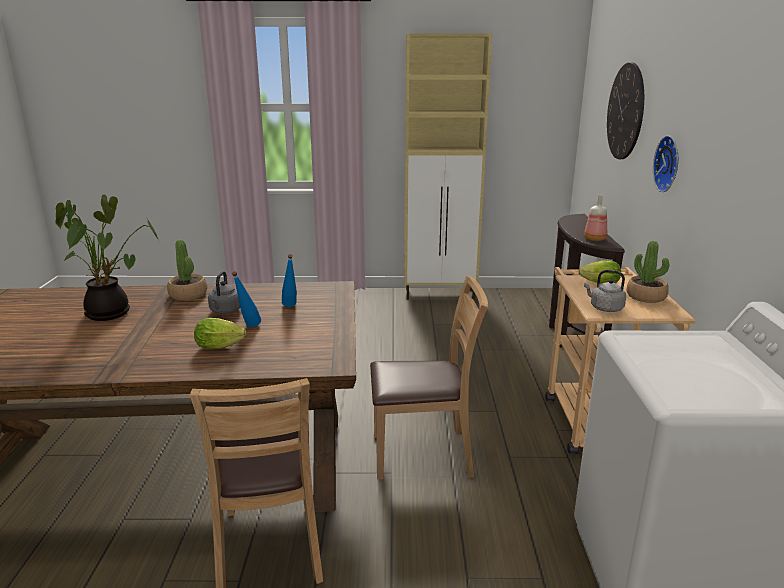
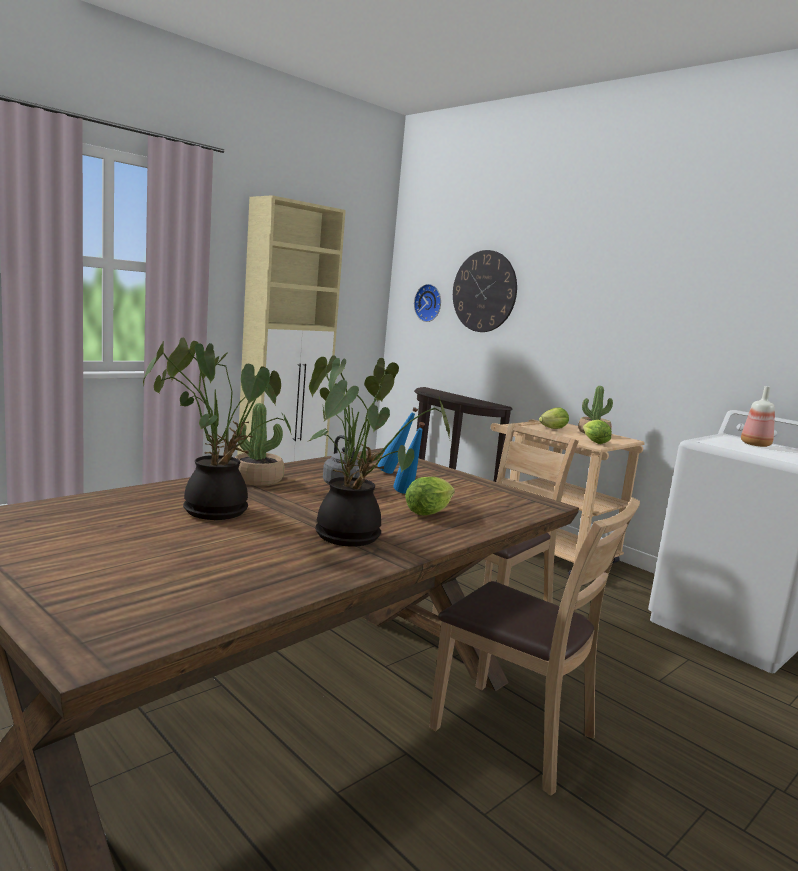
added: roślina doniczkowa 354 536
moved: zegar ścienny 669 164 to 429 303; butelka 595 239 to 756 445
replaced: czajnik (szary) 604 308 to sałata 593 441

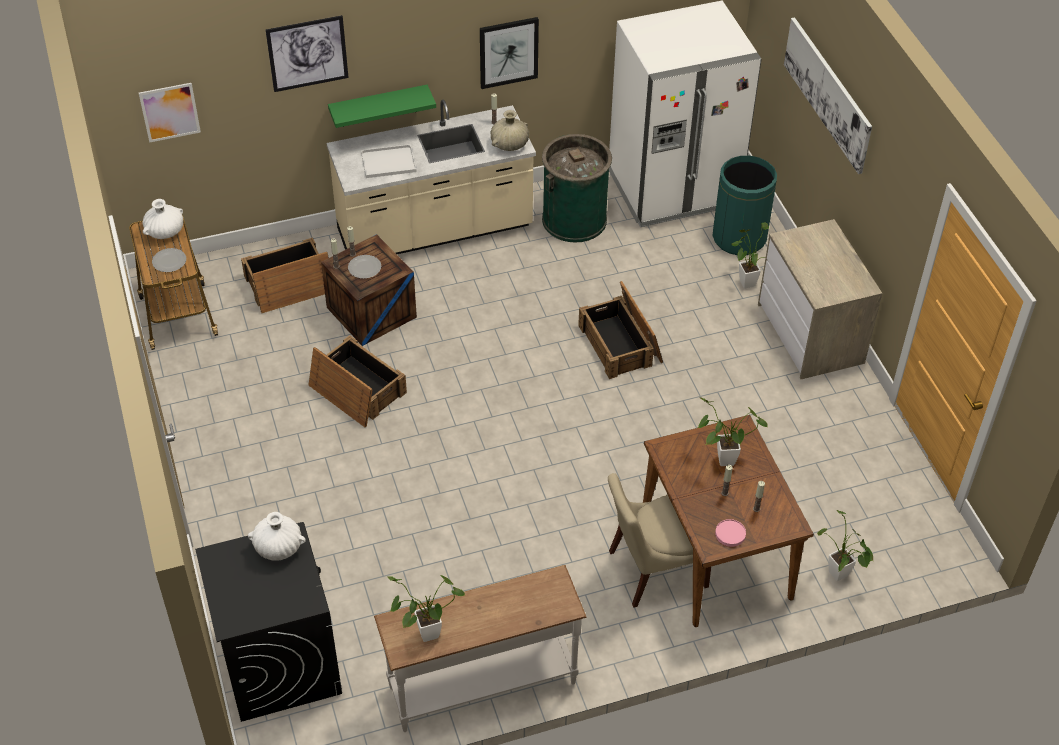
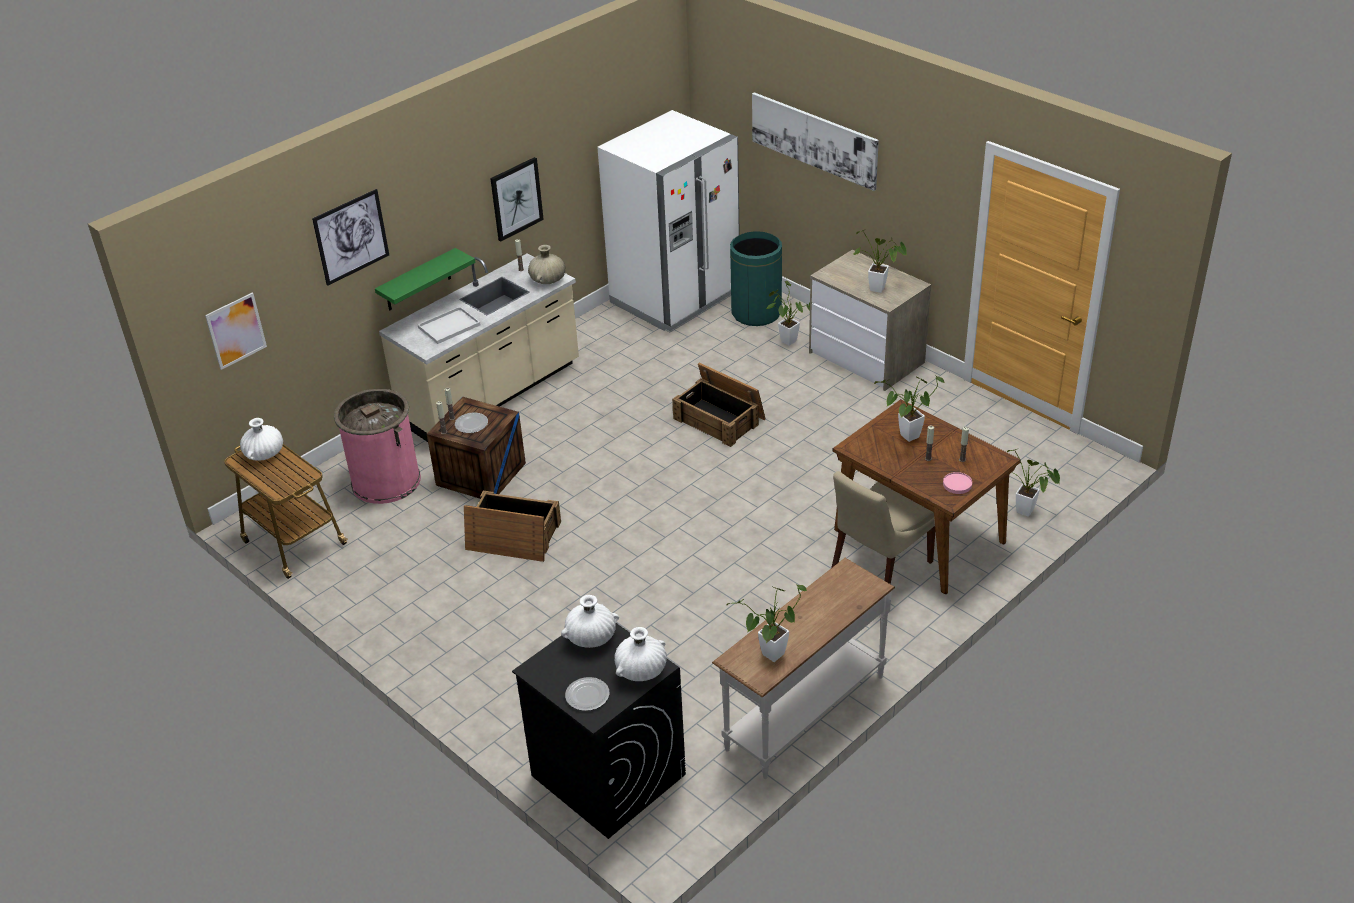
removed: kosz na śmieci (zielony) 574 219
added: roślina doniczkowa 881 290; wazon (biały) 641 670
moved: talerz 169 261 to 587 695
replaced: skrzynka 288 285 to kosz na śmieci (różowy) 386 481

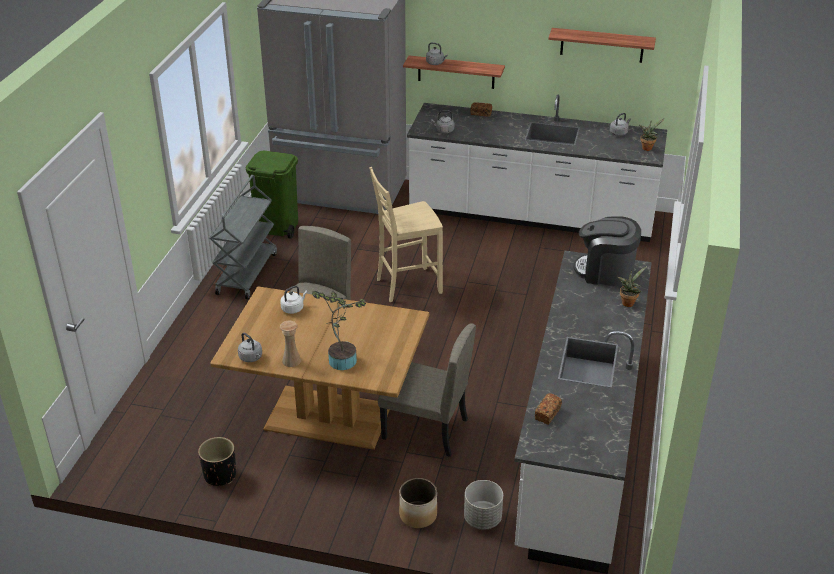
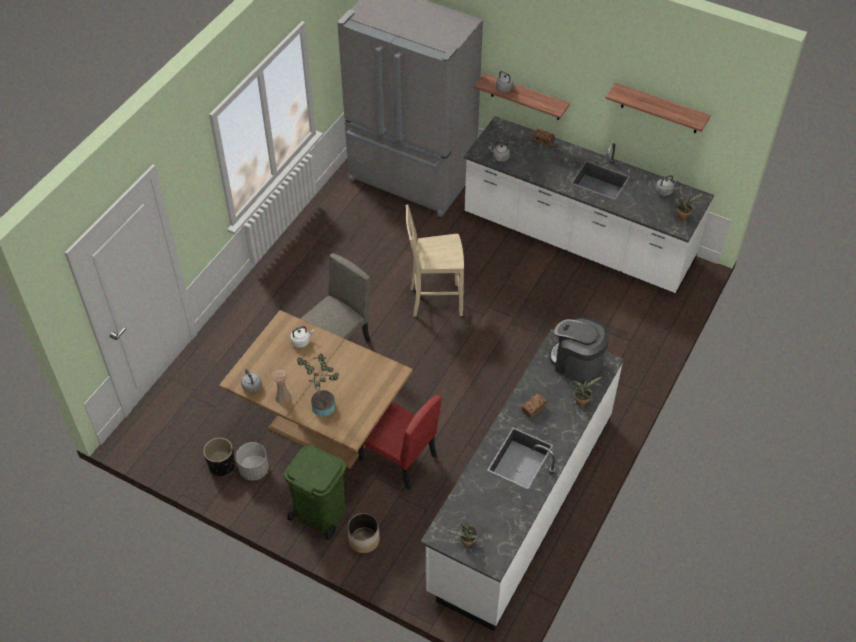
removed: wózek (szary) 246 273
added: roślina doniczkowa 466 542
moved: kosz na śmieci (zielony) 276 227 to 320 514; chleb 547 414 to 533 409; donica (szary) 482 519 to 254 470
recoloured: krzesło (beżowy) 425 429 to krzesło (czerwony) 398 458

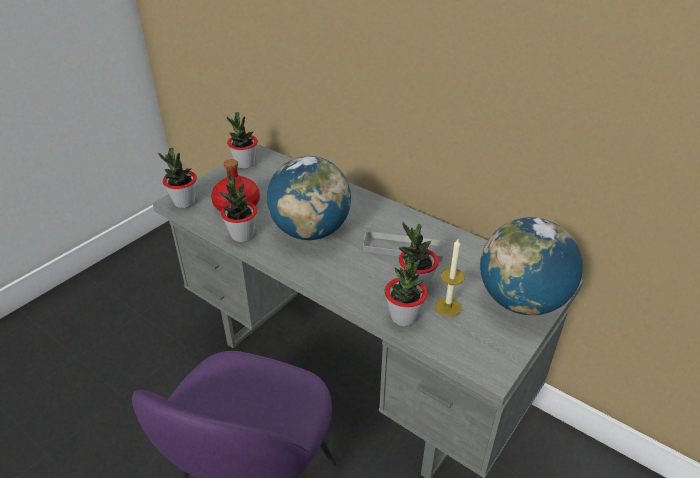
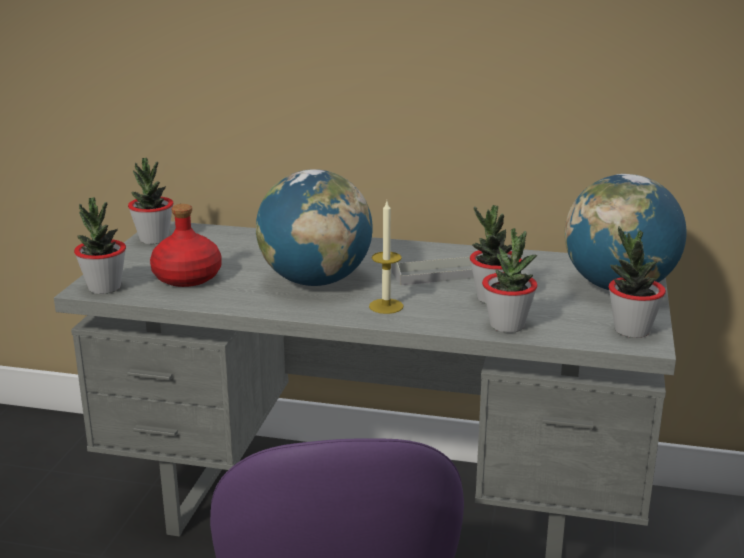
moved: roślina doniczkowa 242 235 to 631 330; świeca 448 306 to 386 306

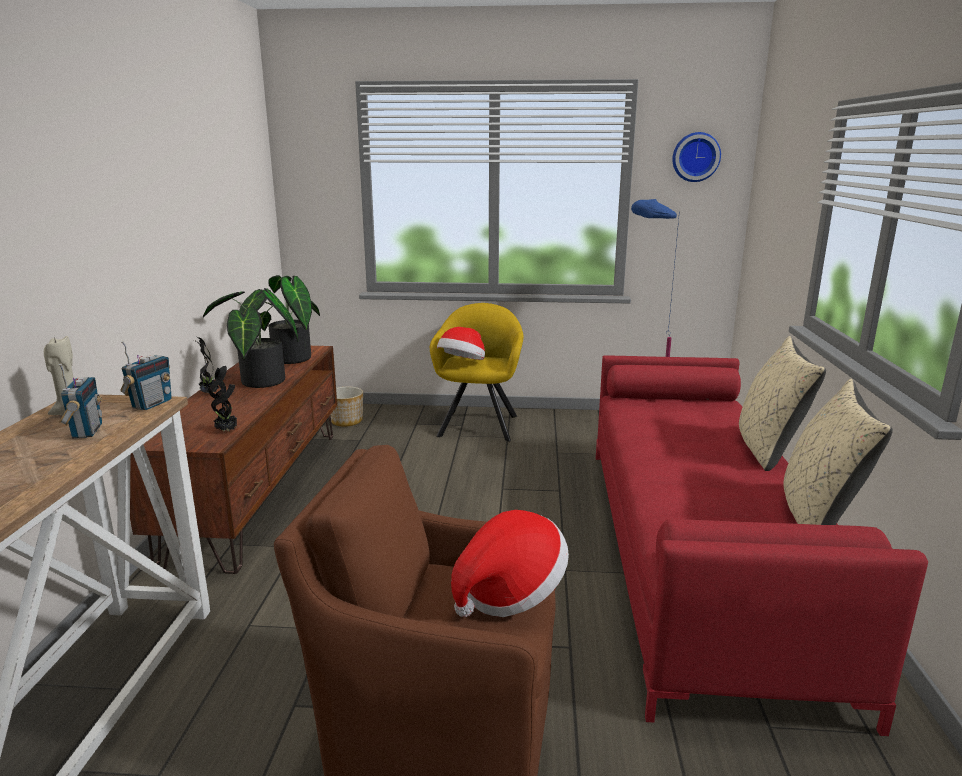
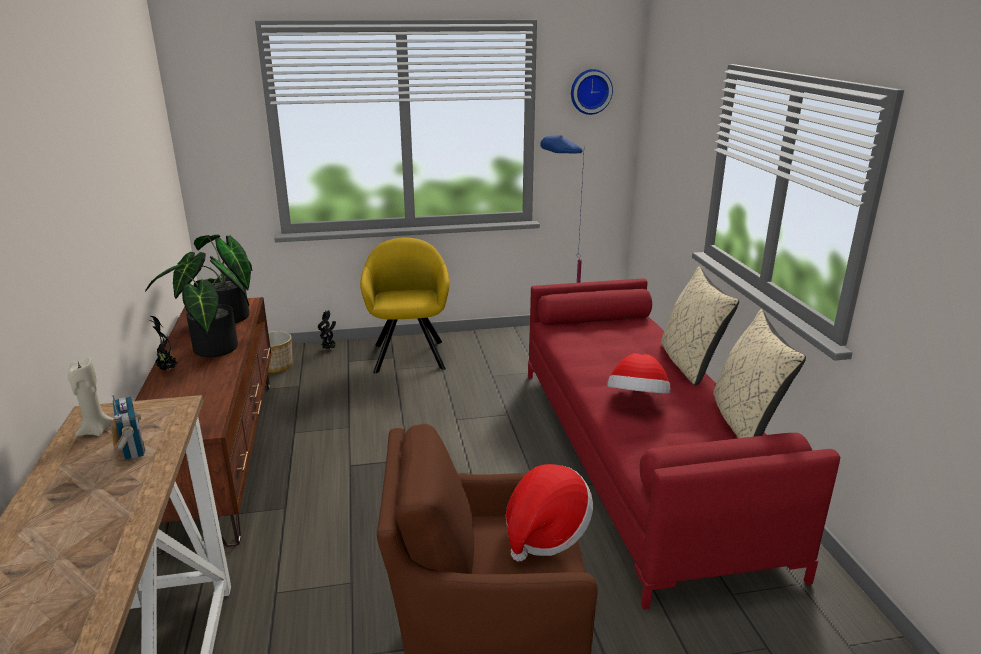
removed: radio 151 404
moved: kapelusz 462 363 to 637 400; roślina doniczkowa 227 431 to 329 349

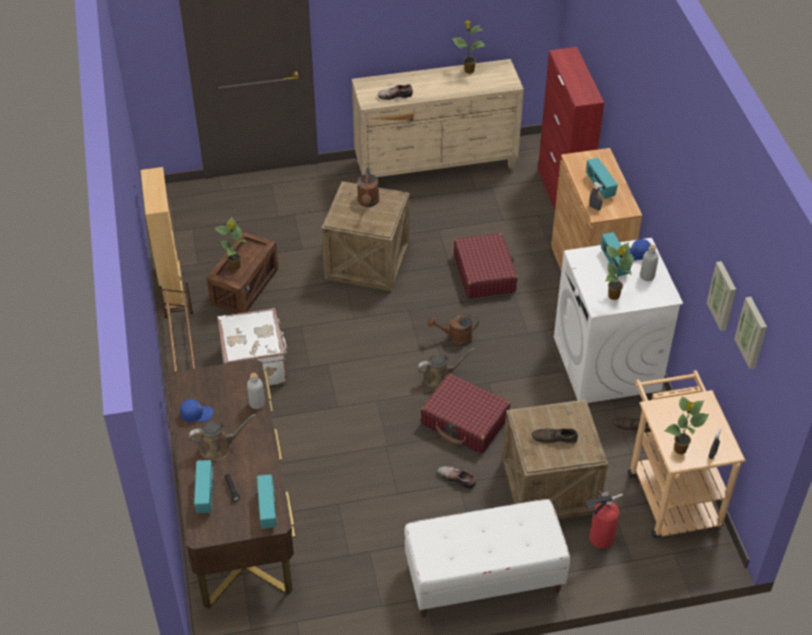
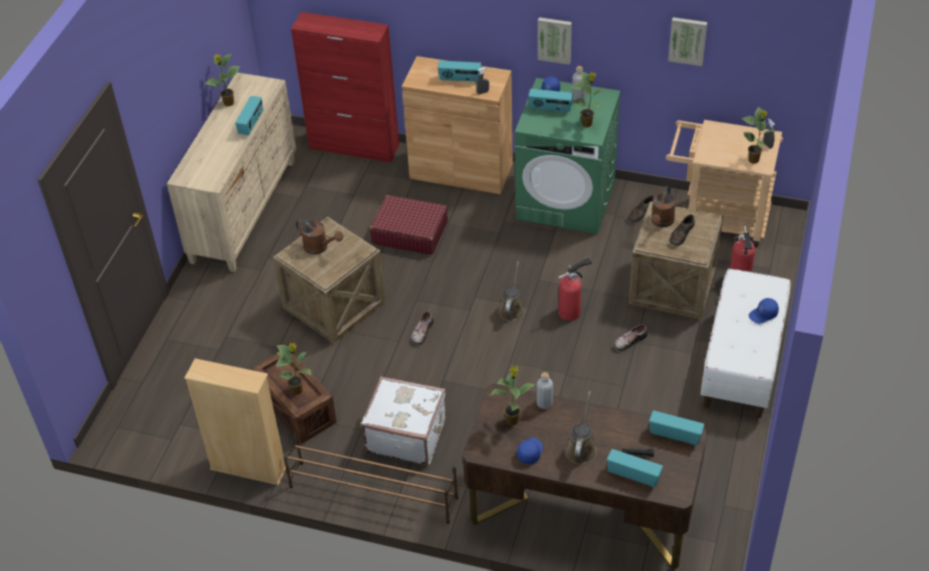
added: radio 251 124; czapka z daszkiem (niebieski) 763 315; roślina doniczkowa 512 419
moved: but 394 95 to 421 331; obraz 753 332 to 555 39; konewka (brązowy) 455 338 to 661 222
replaced: walizka (czerwony) 465 421 to gaśnica 571 311
recoloured: pralka (biały) 607 364 to pralka (zielony) 566 200

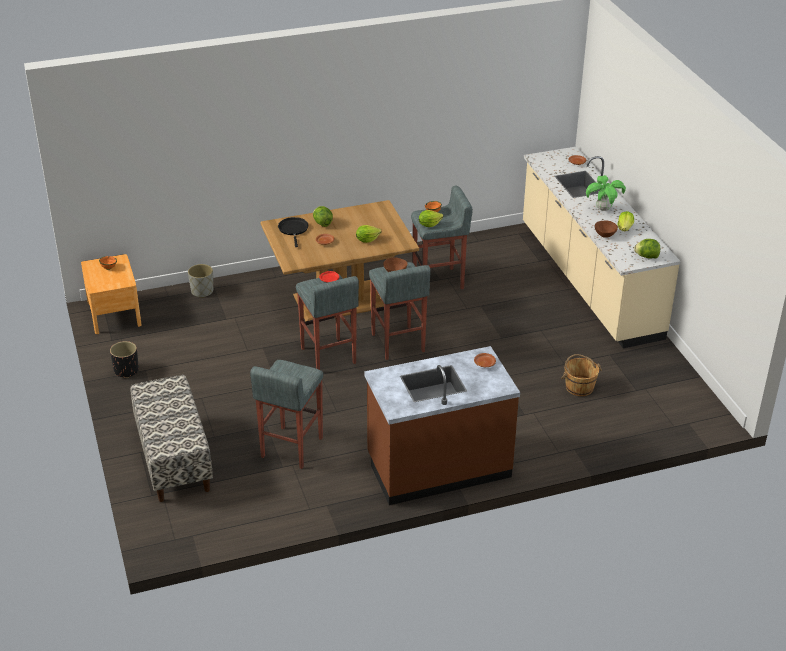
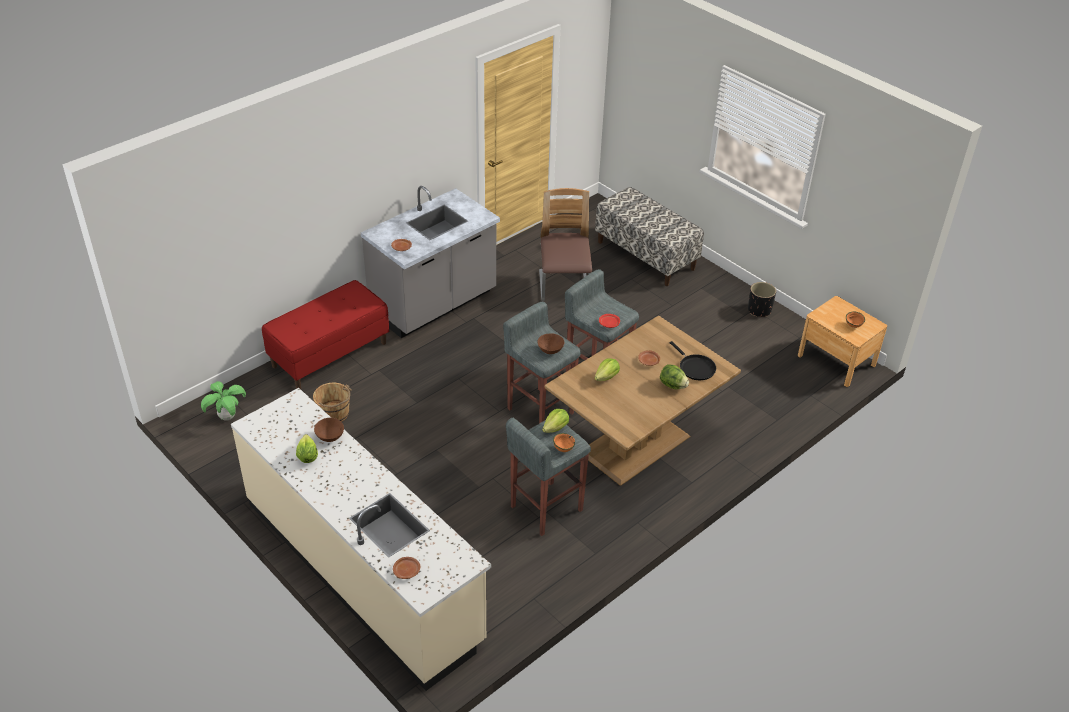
removed: sałata 646 257; donica (szary) 202 291
added: ławka (czerwony) 329 354
moved: roślina doniczkowa 603 209 to 227 417
replaced: stołek (szary) 291 448 to krzesło 563 287
recoloured: zabudowa kuchenna (brązowy) 438 466 to zabudowa kuchenna (szary) 434 304

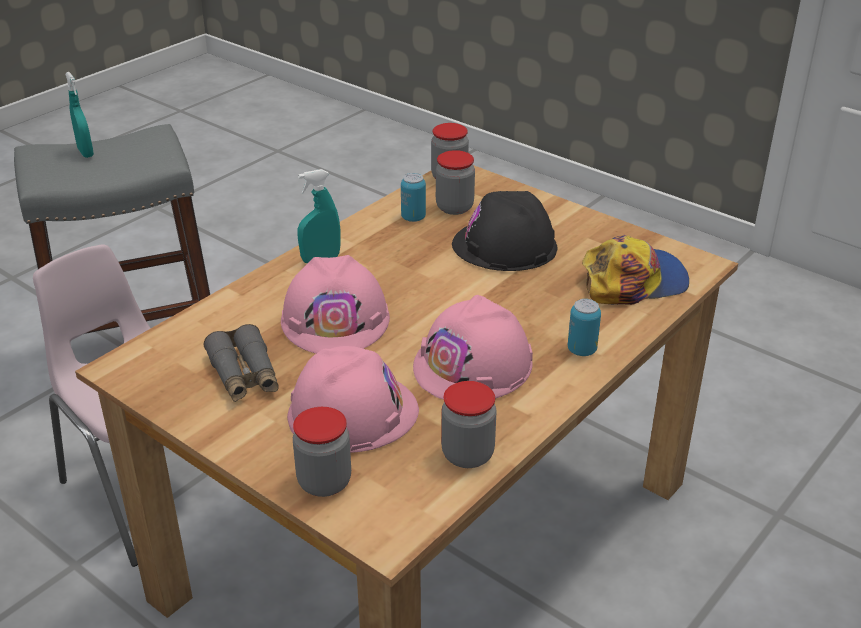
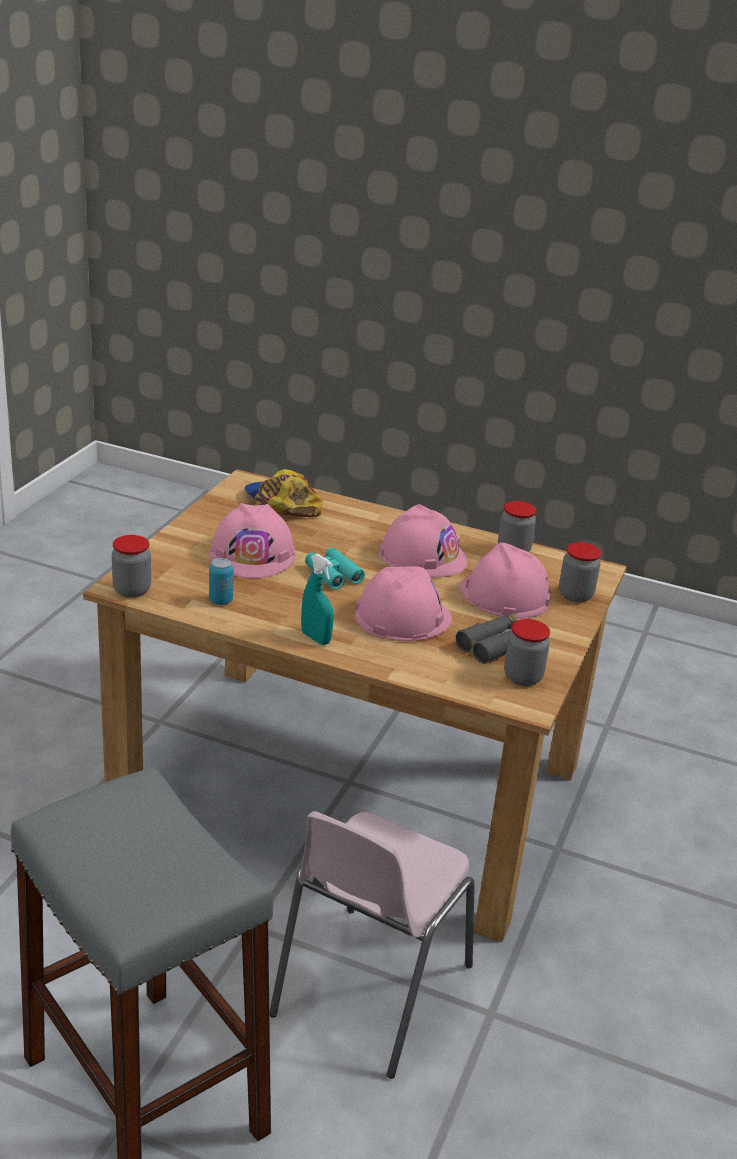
removed: spryskiwacz (turkusowy) 85 152; puszka 581 350
added: lornetka (turkusowy) 333 574
moved: słoik 454 207 to 522 677
recoloured: kask (czarny) 504 246 to kask (różowy) 253 554

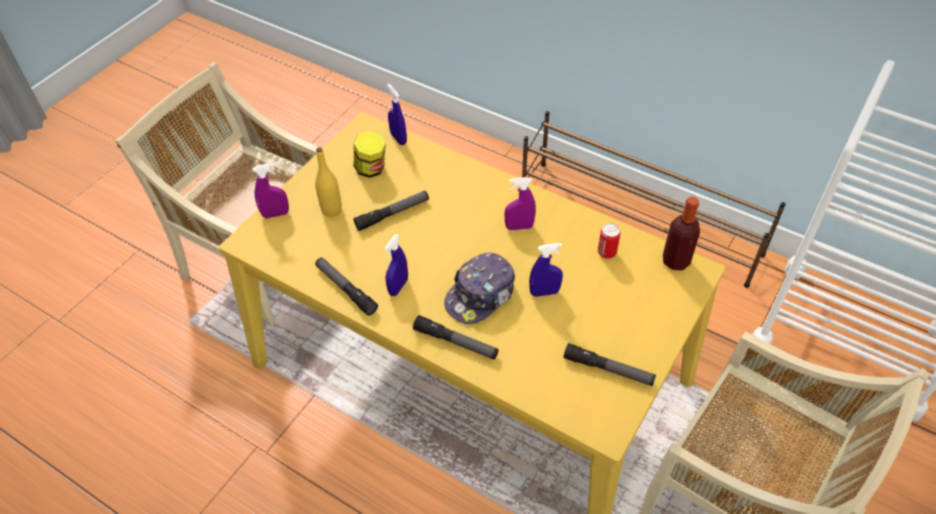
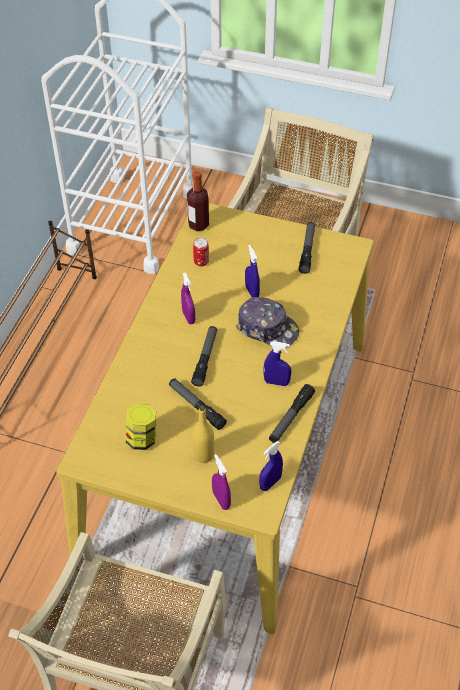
moved: spryskiwacz (niebieski) 398 138 to 270 483; latarka 456 342 to 205 359

